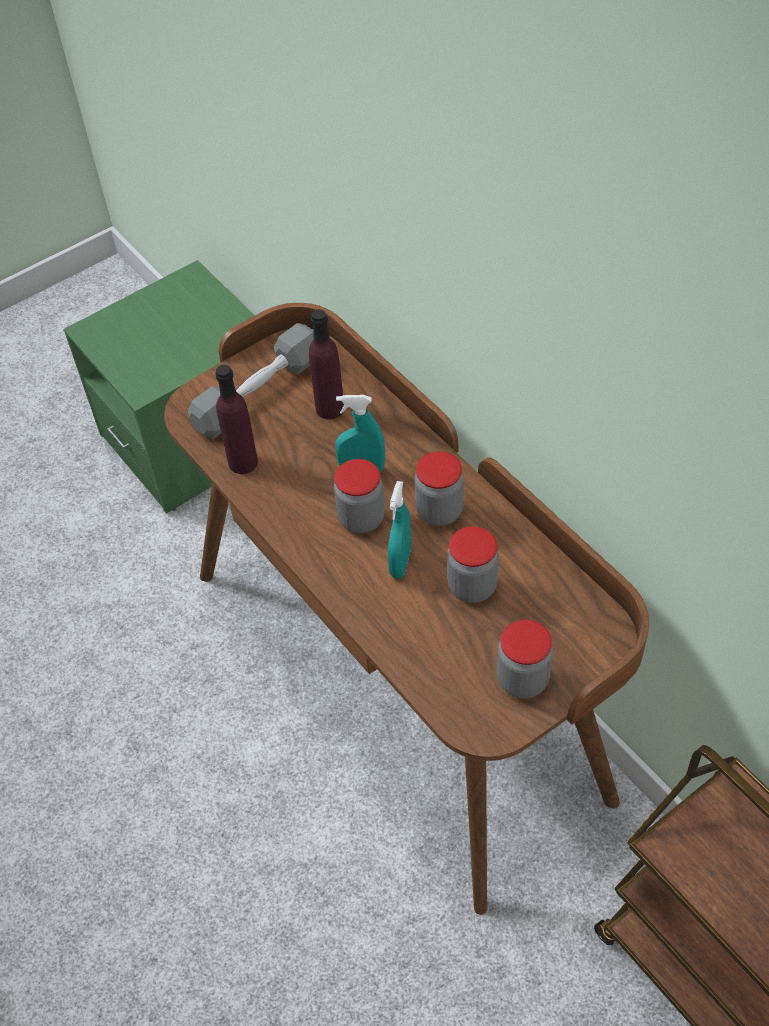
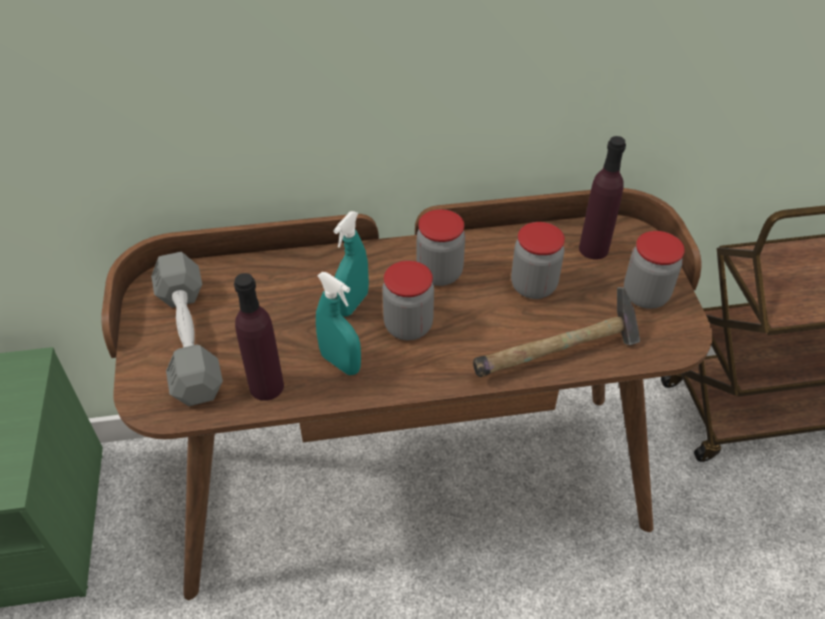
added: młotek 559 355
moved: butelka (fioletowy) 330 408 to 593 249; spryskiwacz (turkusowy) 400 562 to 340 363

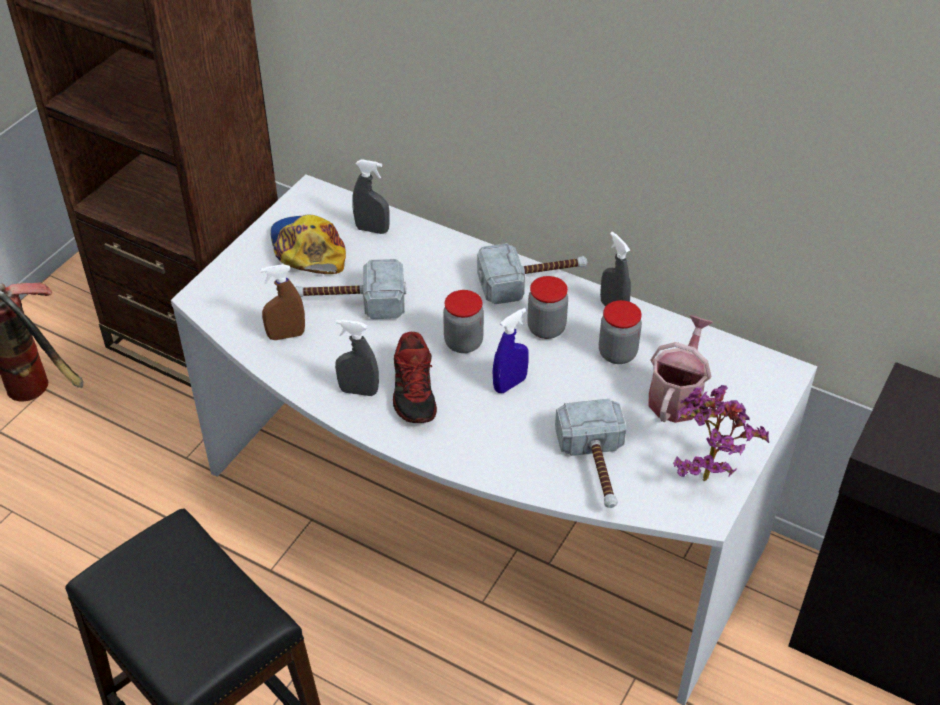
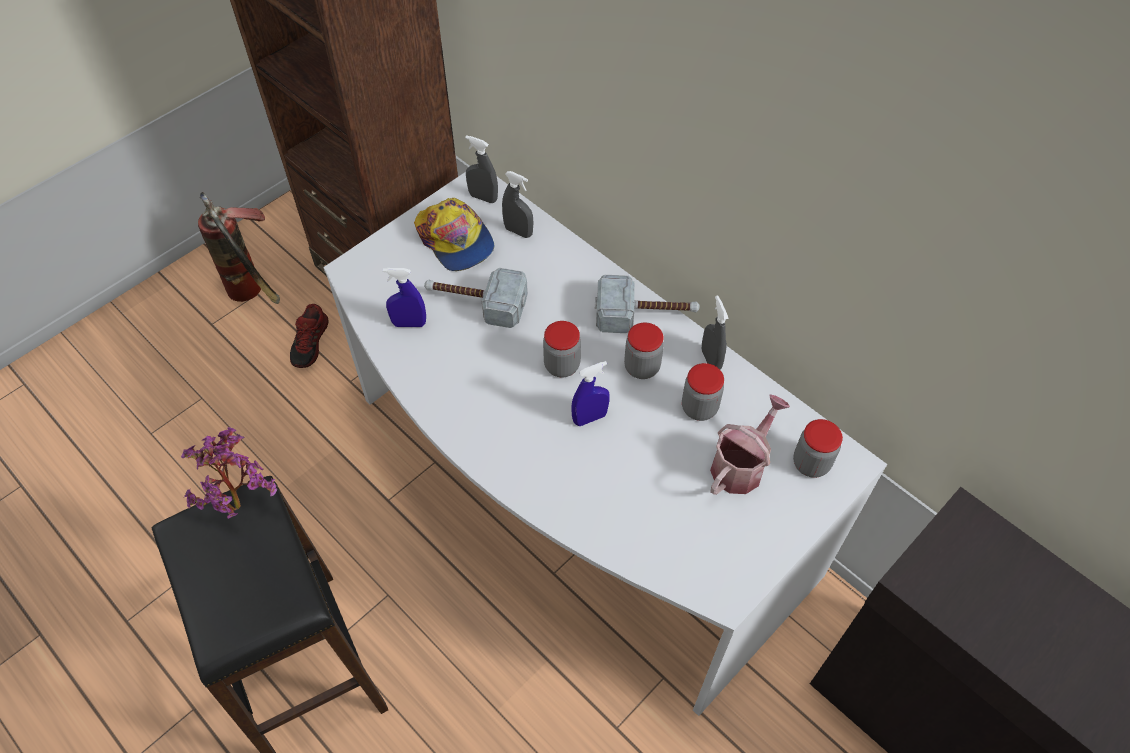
removed: młotek 596 468
added: słoik 811 463
moved: spryskiwacz (szary) 358 391 to 483 197; but 415 391 to 311 343; roślina doniczkowa 705 472 to 241 501
recoloured: spryskiwacz (brązowy) 286 335 to spryskiwacz (niebieski) 409 324
turned: czapka z daszkiem 308 249 = 455 240 150 degrees clockwise

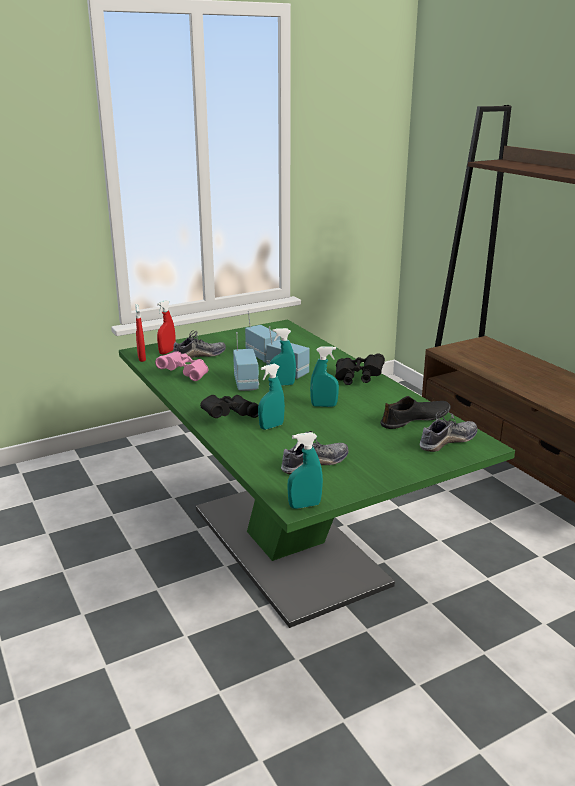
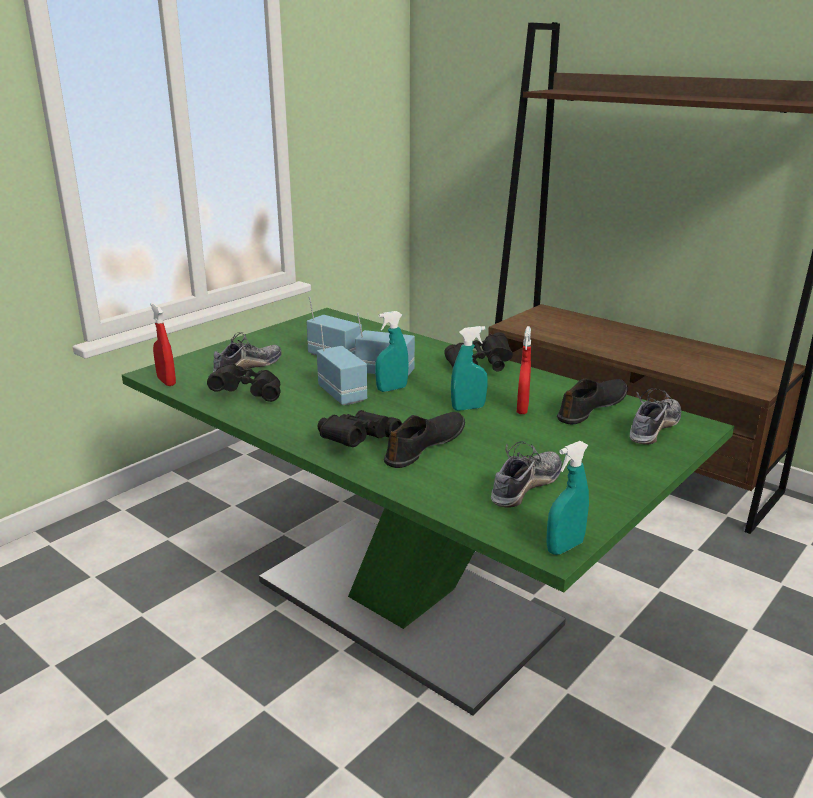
moved: spryskiwacz (czerwony) 167 352 to 522 409
replaced: spryskiwacz (turkusowy) 271 426 to but (czarny) 425 446
recoloured: lornetka (różowy) 185 374 to lornetka (czarny) 248 394

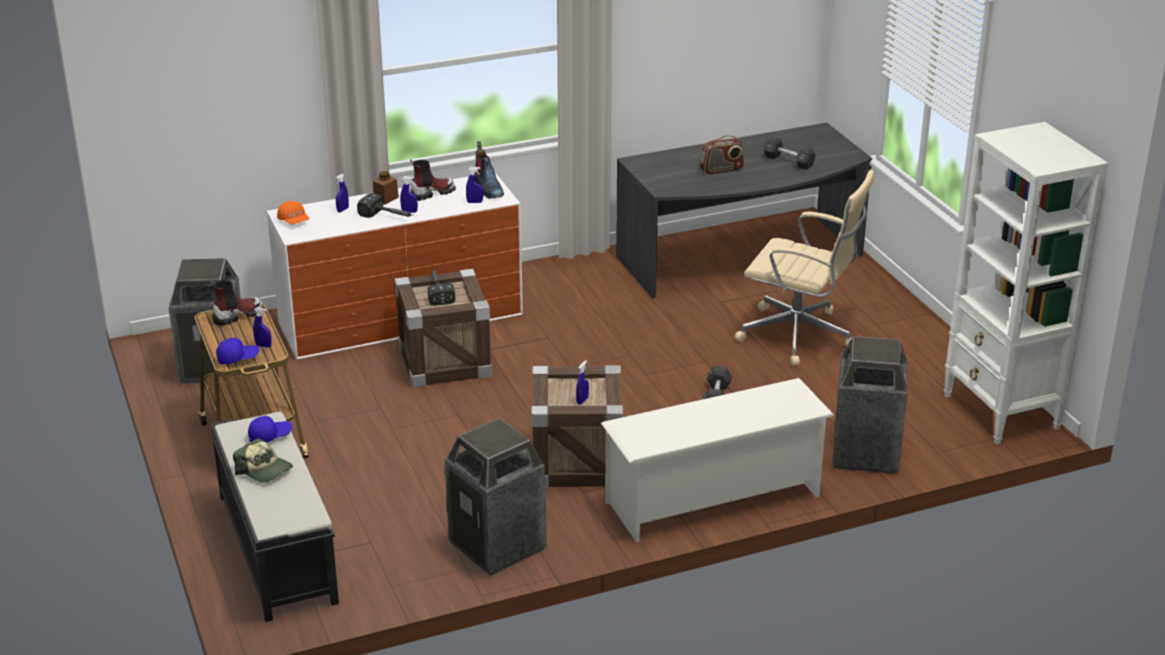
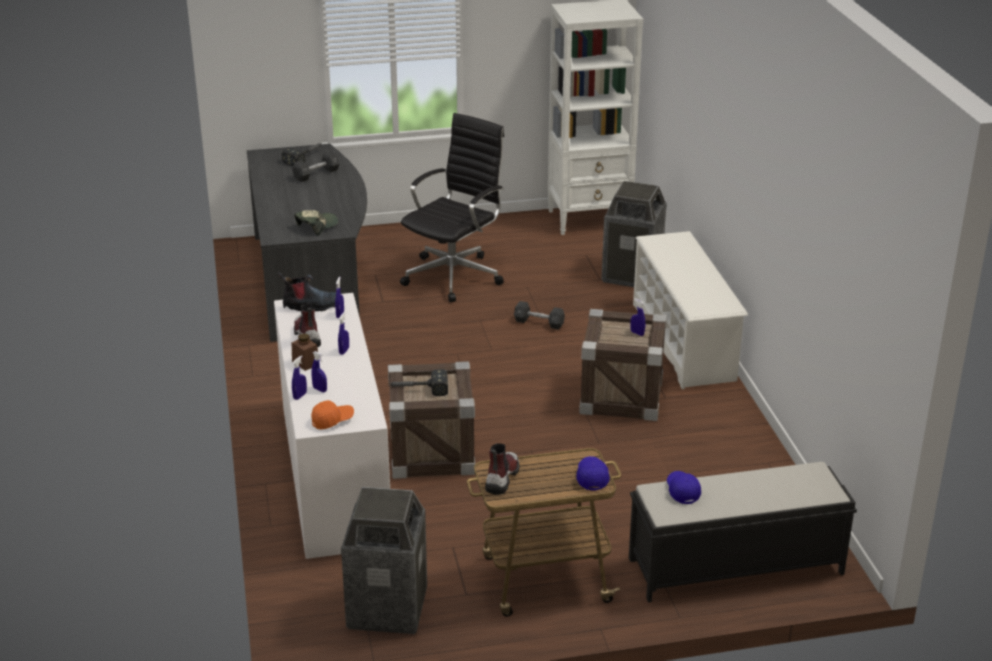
removed: radio 721 170; kosz na śmieci 498 546
moved: młotek 388 216 to 305 157; spryskiwacz (niebieski) 263 345 to 300 396; czapka z daszkiem 264 470 to 317 226
recoloured: krzesło biurowe (beżowy) 800 336 to krzesło biurowe (czarny) 455 275
turned: but z cholewką 237 315 = 501 477 45 degrees clockwise

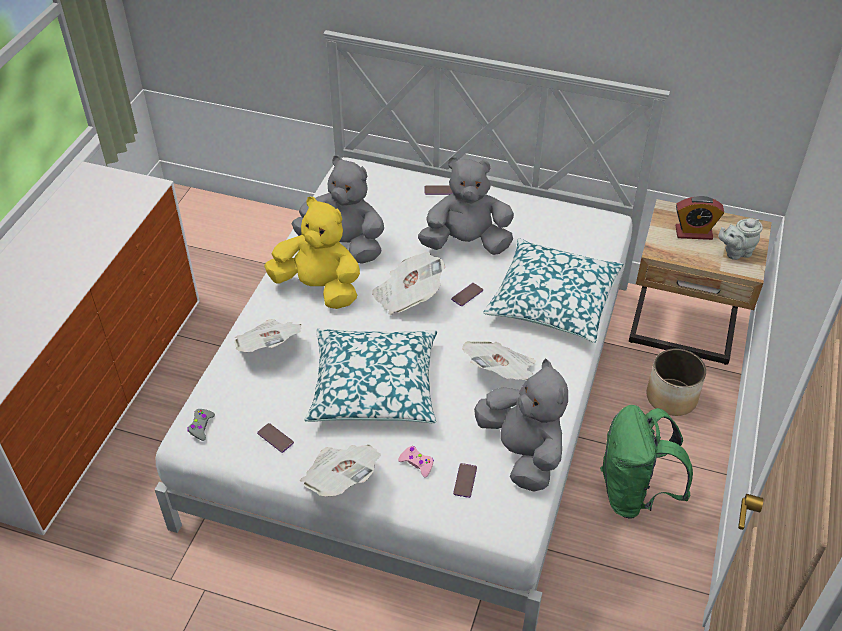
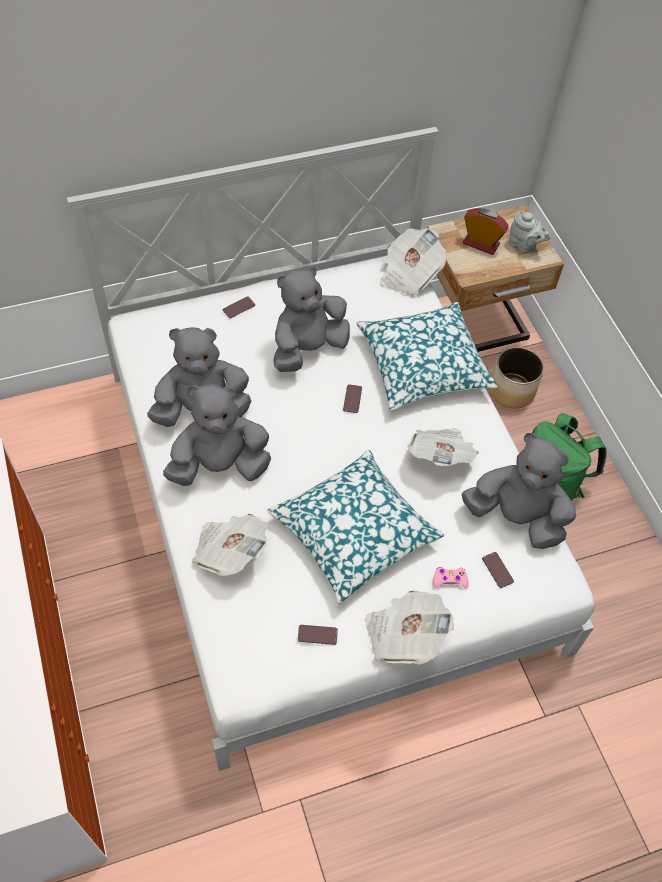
removed: pad do gier (szary) 201 426
moved: gazeta 407 296 to 409 274
recoloured: pluszak (żółty) 319 288 to pluszak (szary) 220 466
turned: budzik 693 233 = 481 244 120 degrees counterclockwise; imbryk (szary) 735 252 = 524 246 90 degrees counterclockwise

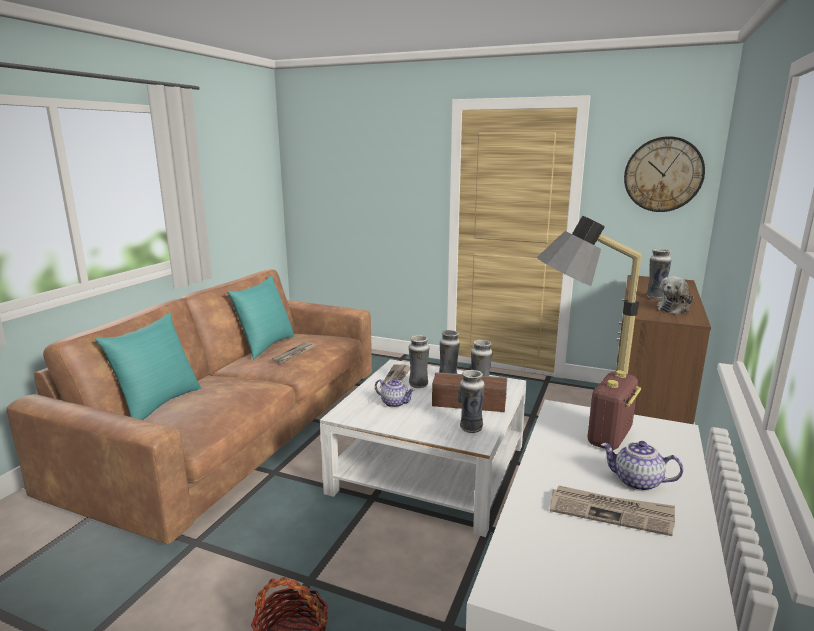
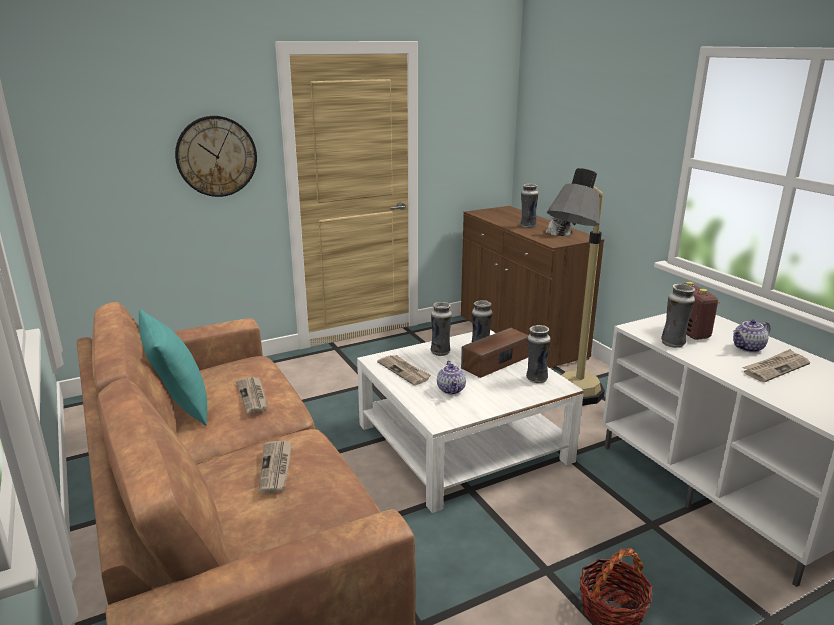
removed: poduszka (turkusowy) 158 404
added: gazeta 276 468
moved: zegar ścienny 663 174 to 216 156; wazon 418 385 to 673 343
turned: imbryk 395 403 = 452 390 105 degrees clockwise

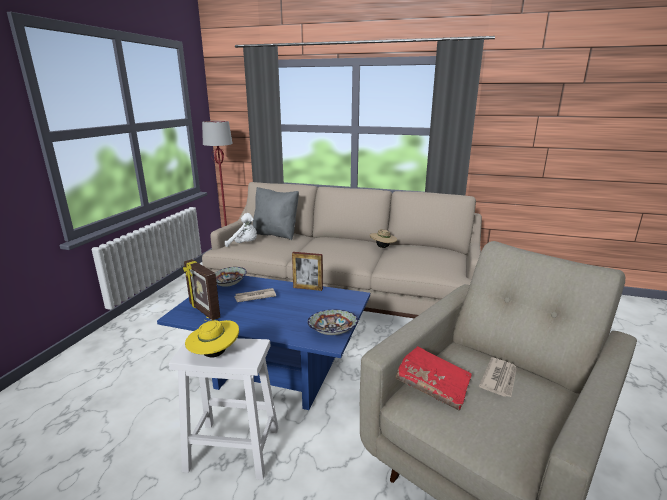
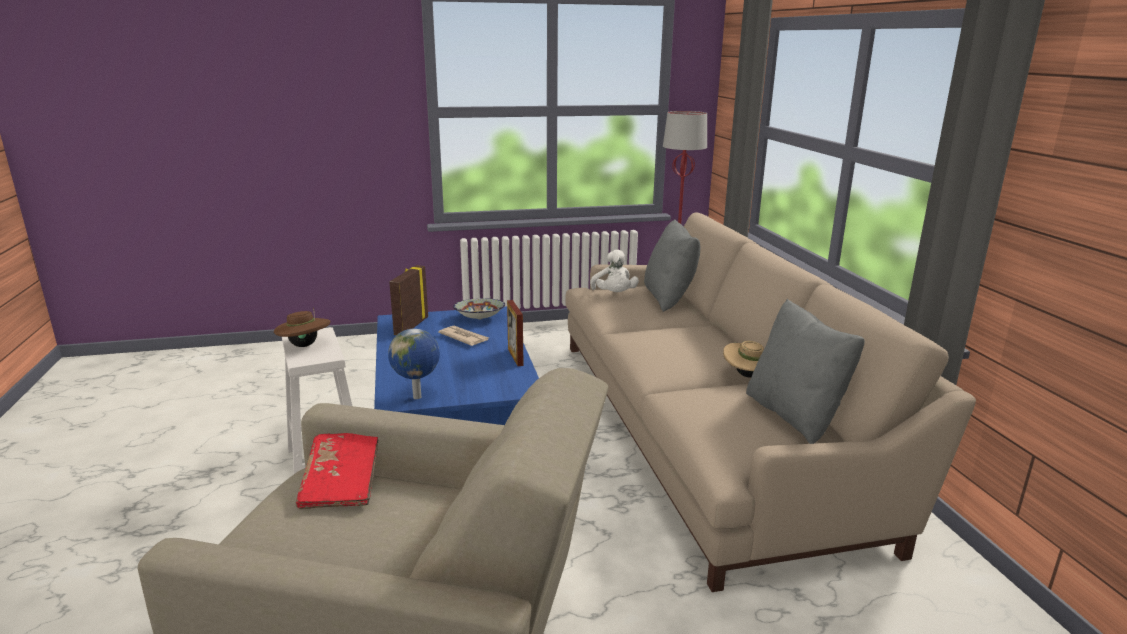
removed: gazeta 499 379
added: poduszka (szary) 795 415
replaced: miska 332 332 to globus 418 397
recoloured: kapelusz (żółty) 214 354 to kapelusz (brązowy) 304 345

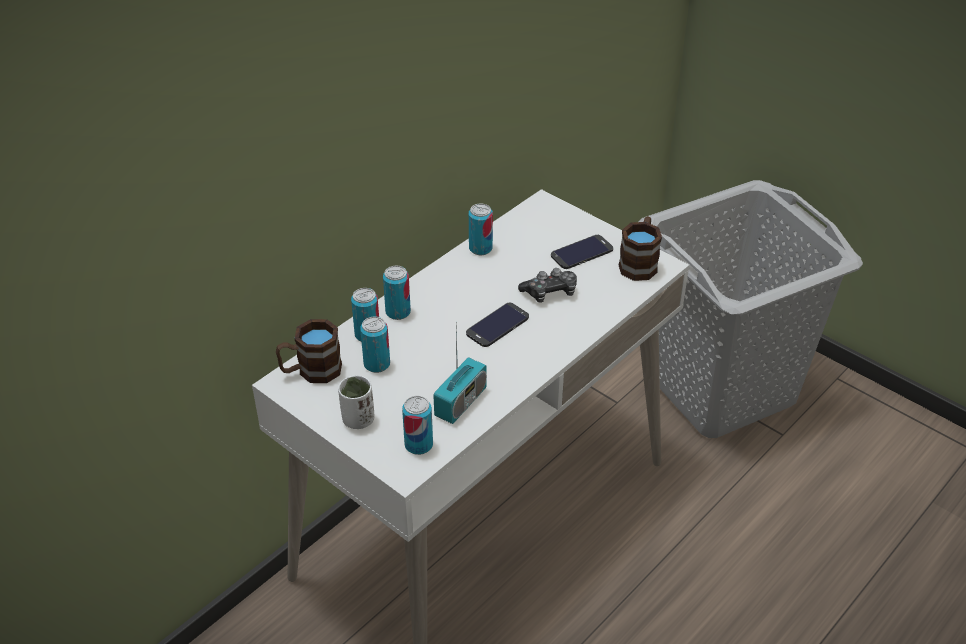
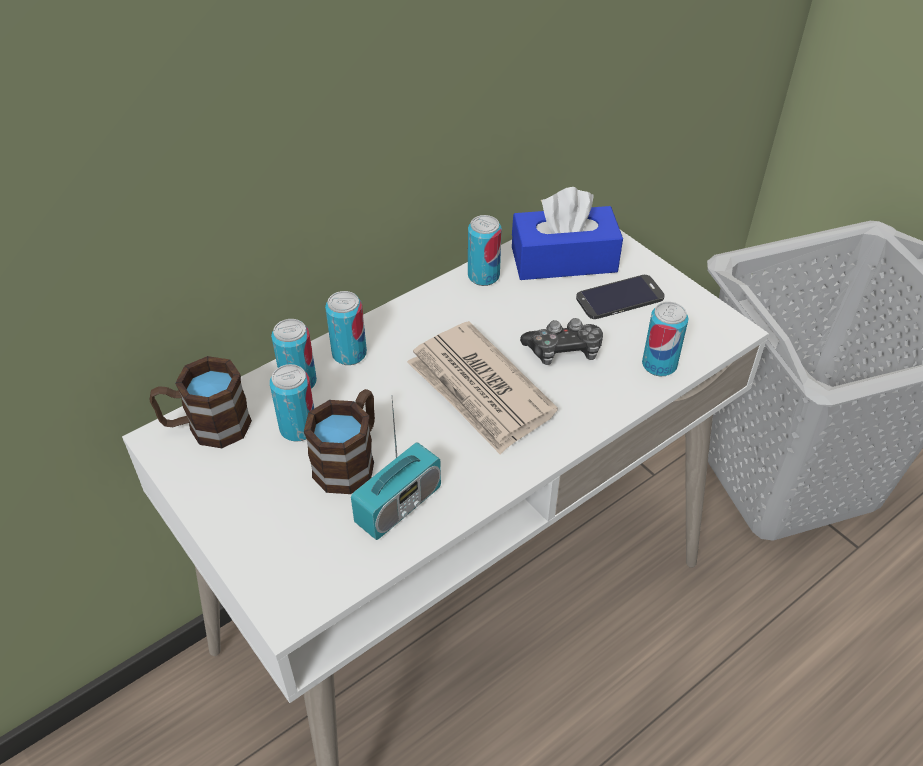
removed: filiżanka (biały) 358 420
added: pudełko chusteczek (niebieski) 564 260
moved: kubek (brązowy) 639 263 to 350 459; puszka 418 445 to 659 365
replaced: telefon 497 325 to gazeta 480 391

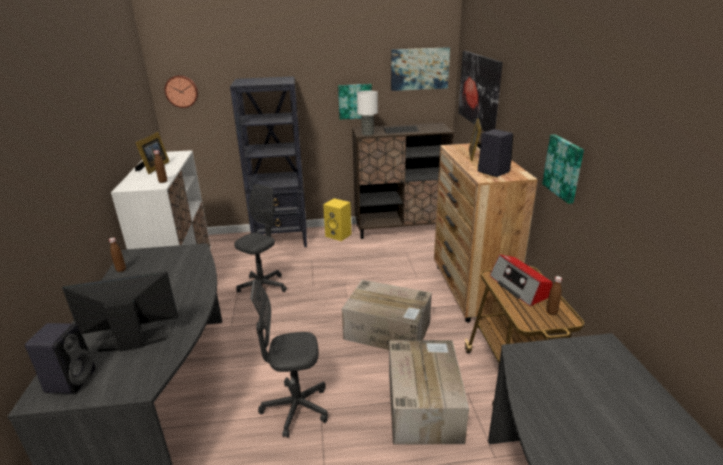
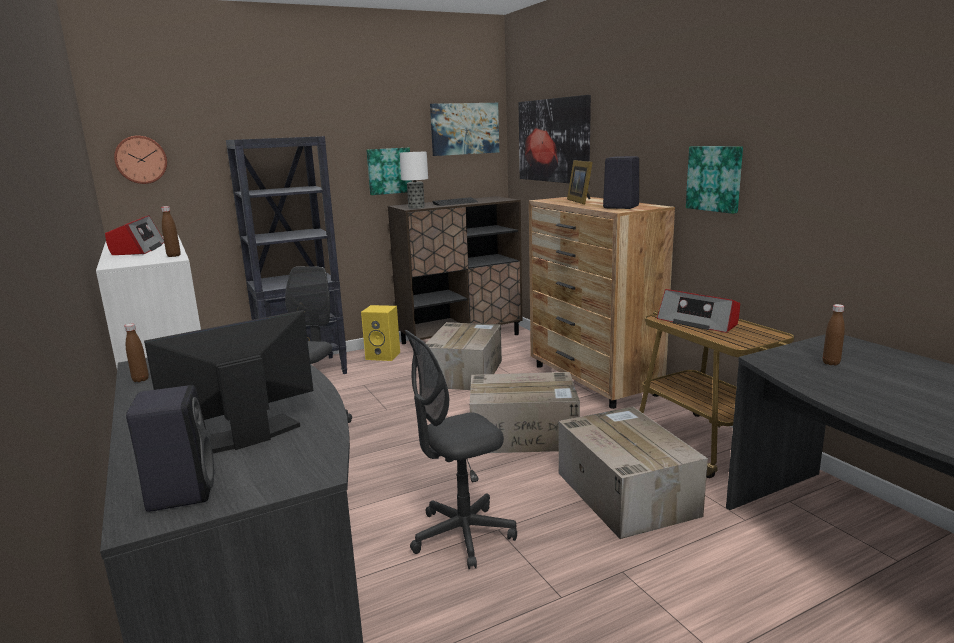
added: karton 465 373
moved: butelka (brązowy) 551 312 to 831 363
replaced: ramka na zdjęcie 154 168 to radio 138 249

